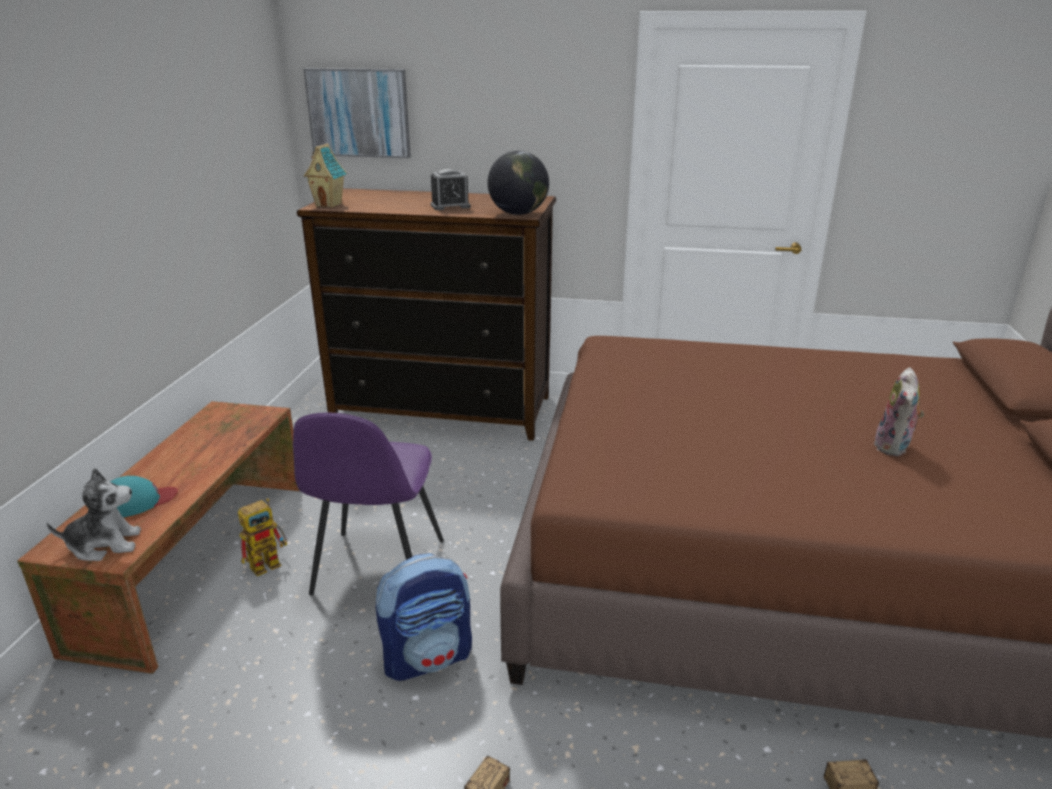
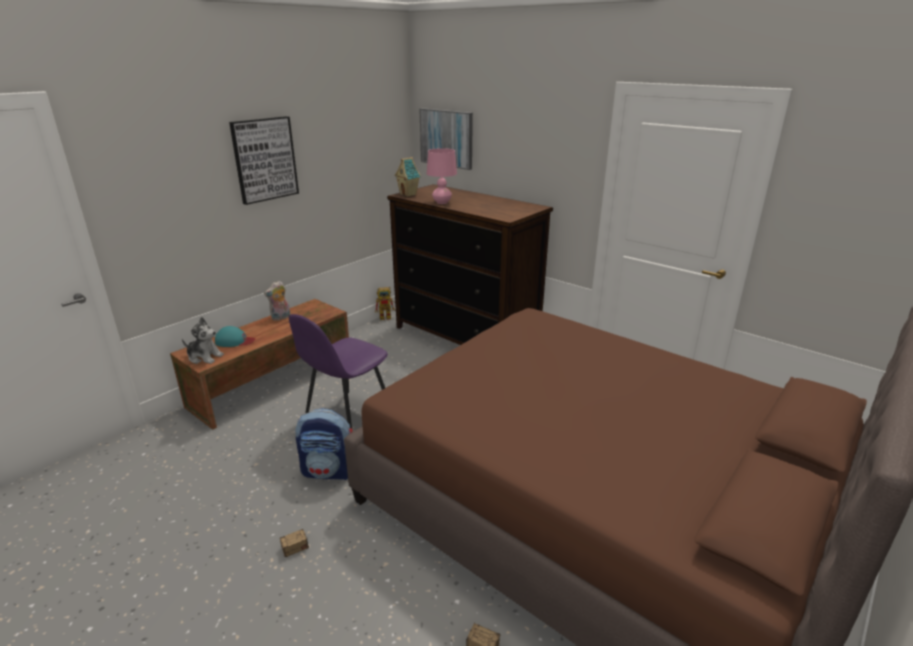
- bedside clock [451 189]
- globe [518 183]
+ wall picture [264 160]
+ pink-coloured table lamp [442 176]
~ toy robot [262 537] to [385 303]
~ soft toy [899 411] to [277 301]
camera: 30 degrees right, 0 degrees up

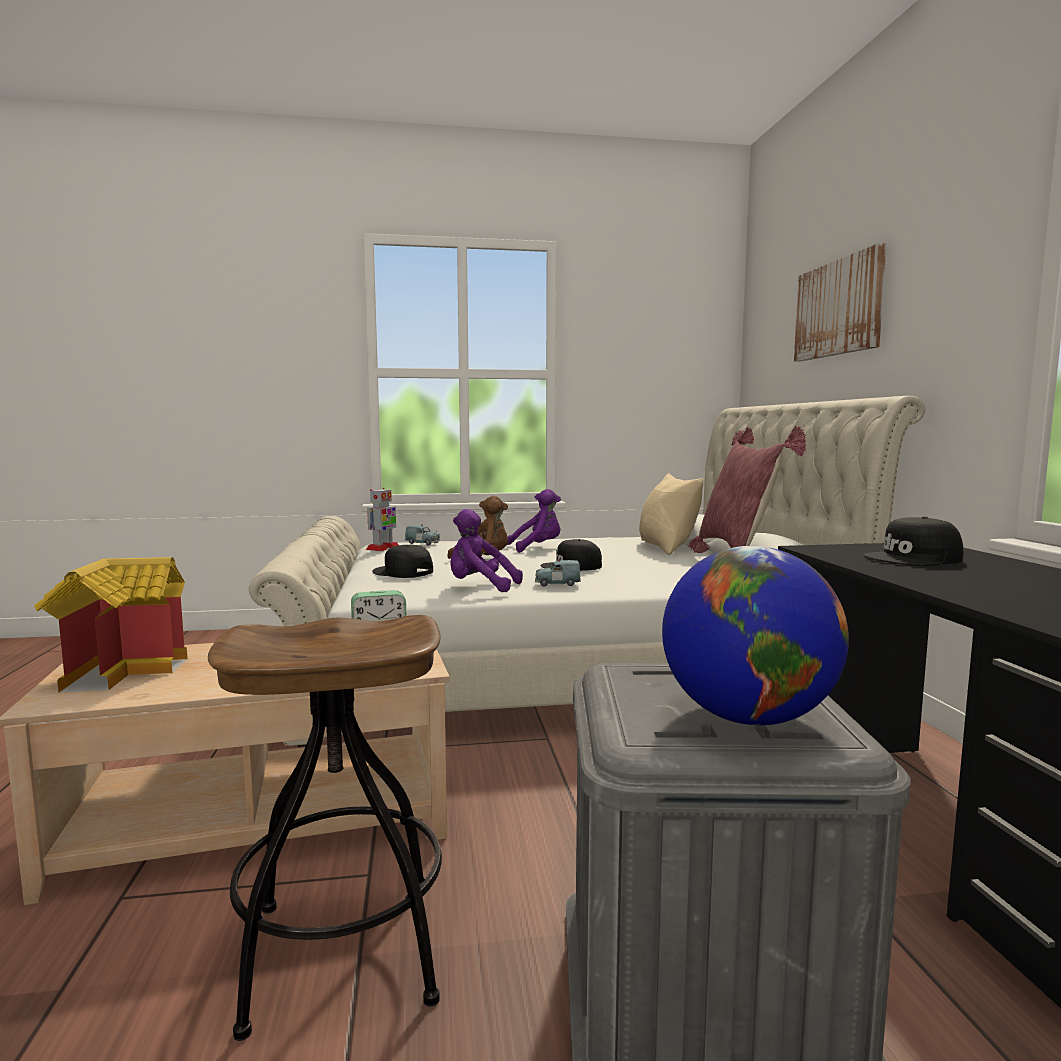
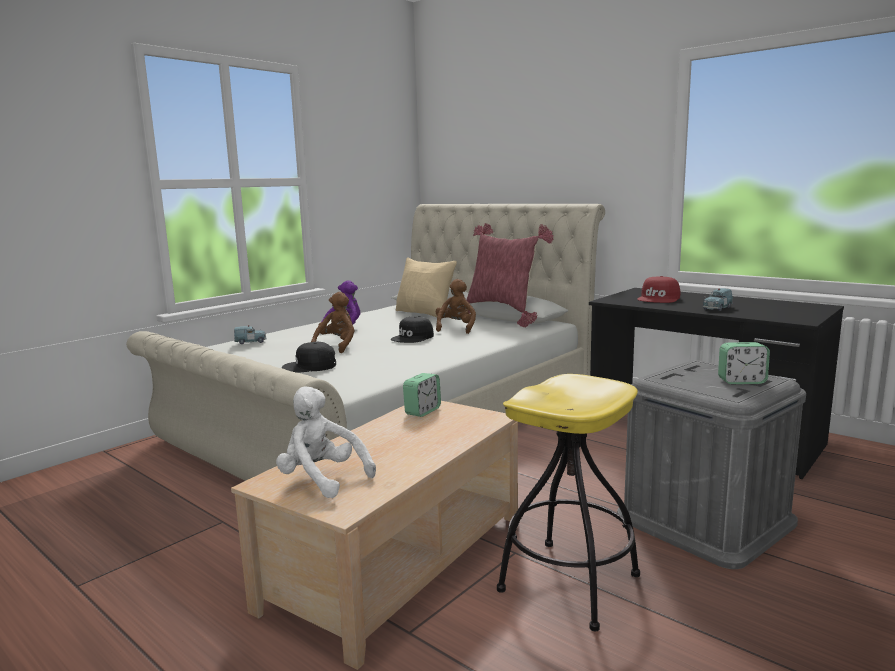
- toy robot [382 519]
- purple-coloured soft toy [486 550]
- wall picture [840 302]
+ brown-coloured soft toy [456 306]
~ blue model car [558 573] to [718 299]
~ model house [111 625] to whitish soft toy [326 442]
~ globe [755 635] to bedside clock [744 363]
~ brown-coloured sitting stool [325 828] to yellow-coloured sitting stool [568 502]
~ black-coloured cap [913 541] to red cap [658 289]
camera: 40 degrees left, 5 degrees up

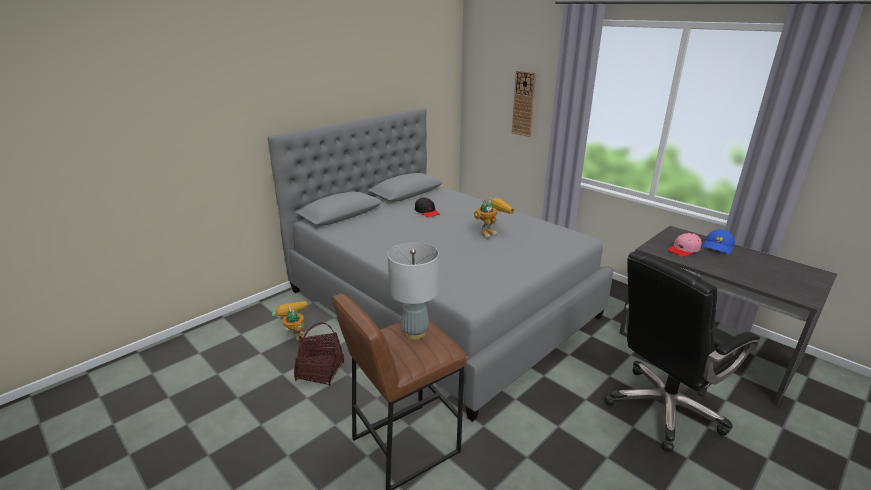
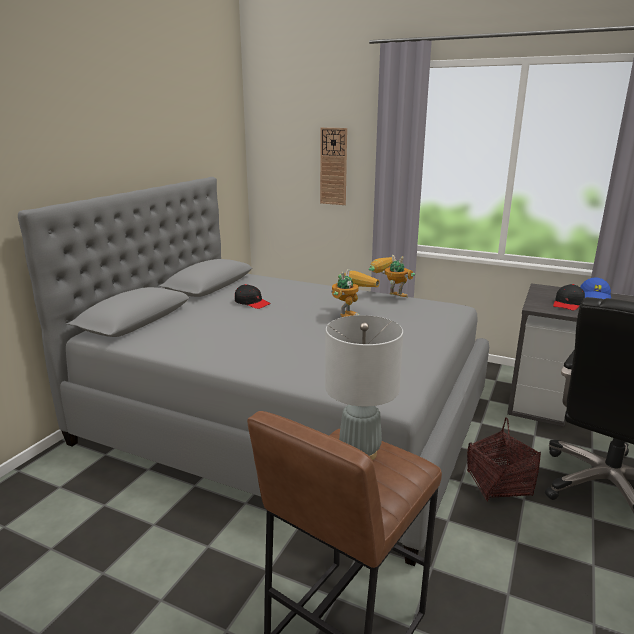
~ toy robot [289 321] to [392 276]
~ storage basket [319 354] to [504 459]
~ pink-coloured cap [685 245] to black-coloured cap [569 297]
camera: 20 degrees left, 5 degrees down

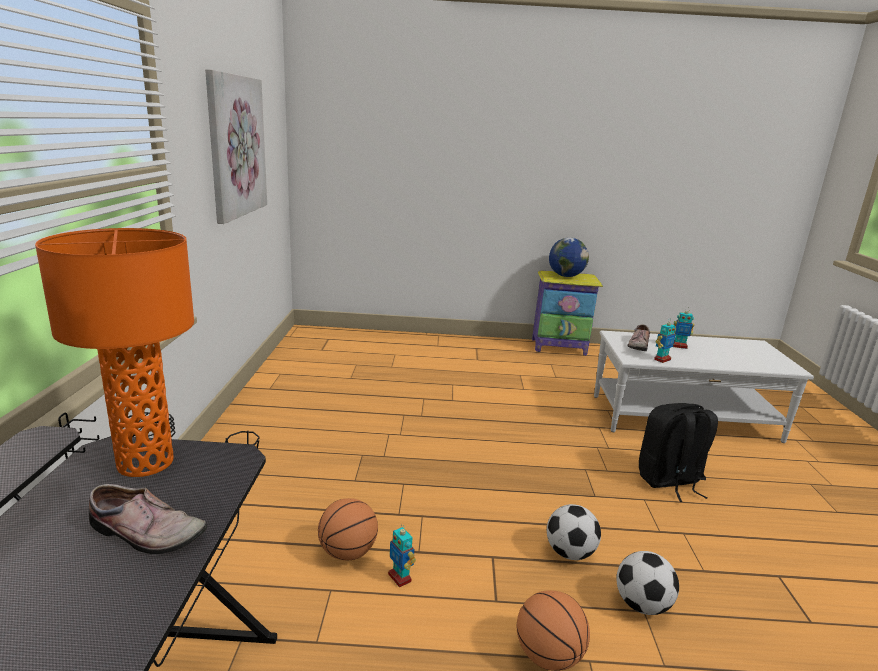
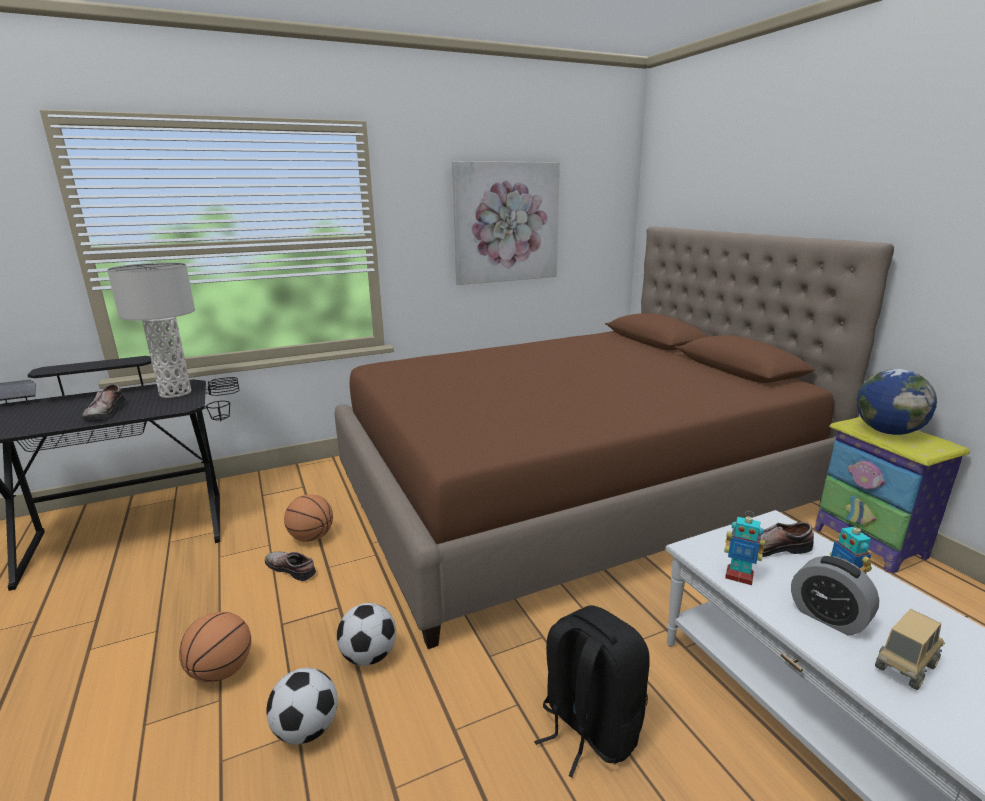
+ brown-coloured bedroom bed [614 437]
+ bedside clock [835 595]
+ toy truck [910 649]
~ toy robot [402 555] to item of footwear [290 566]
~ orangey table lamp [114 352] to whitish table lamp [151 330]
camera: 65 degrees right, 0 degrees up

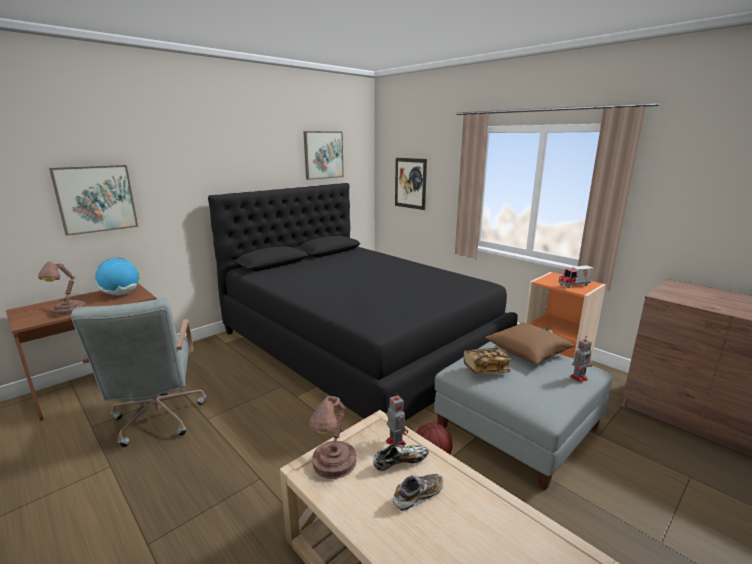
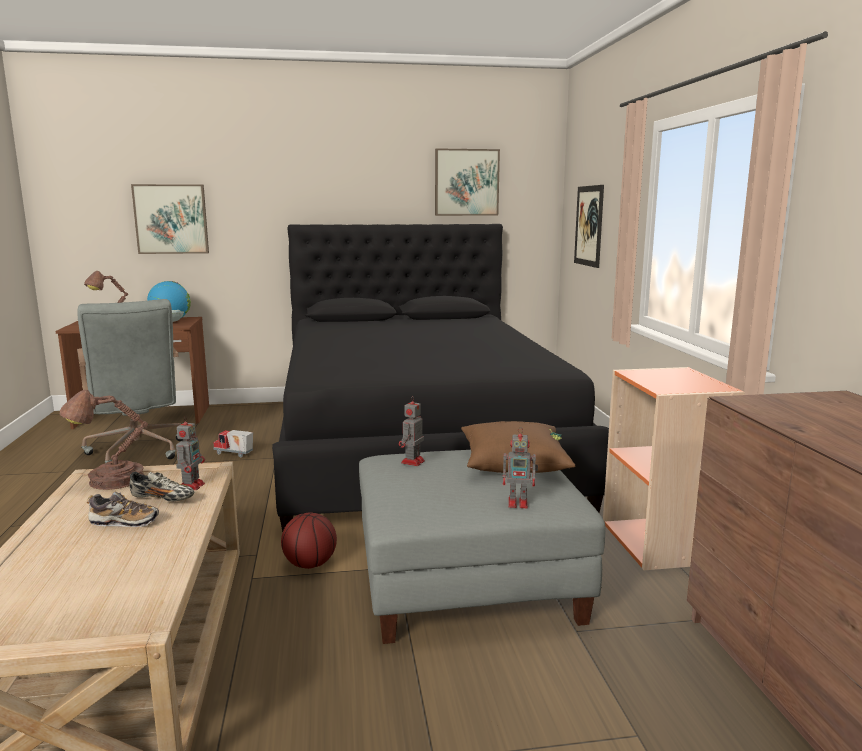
~ toy truck [576 277] to [233 443]
~ volume [488 361] to toy robot [412 431]
~ grey desk chair [138 372] = [130 381] 45 degrees counterclockwise
camera: 35 degrees right, 5 degrees down

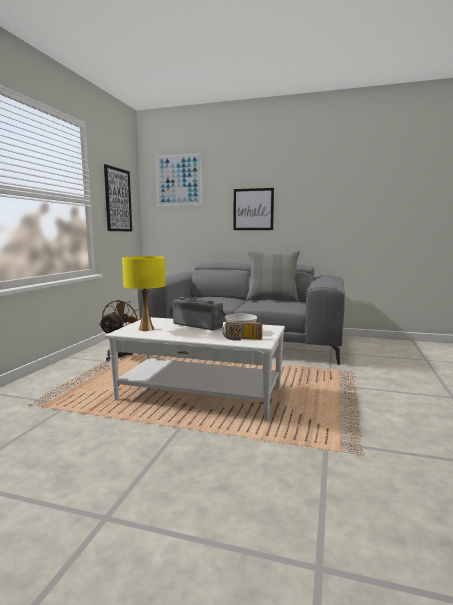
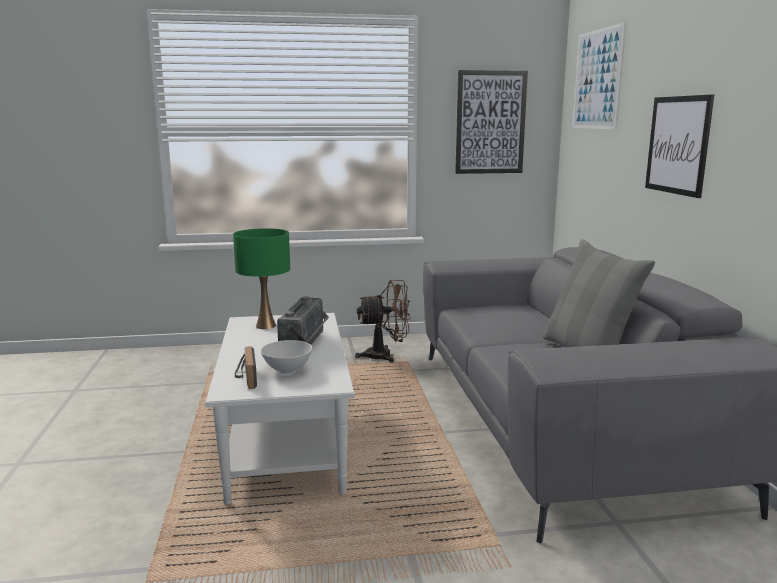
~ yellow-coloured table lamp [143 293] to green table lamp [261 278]
camera: 65 degrees right, 5 degrees up

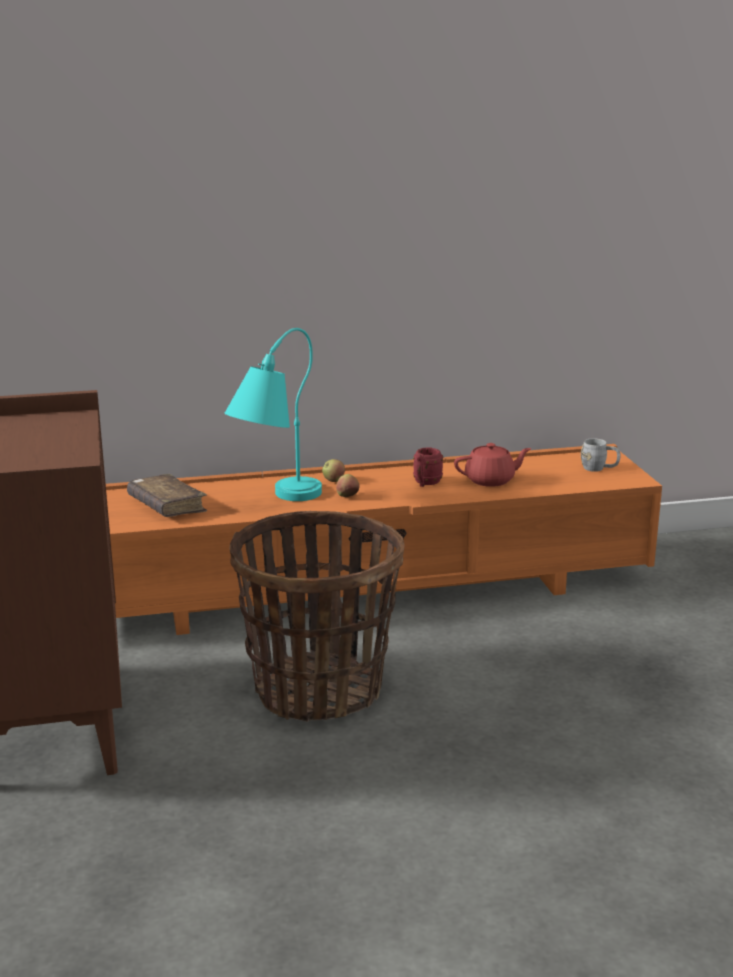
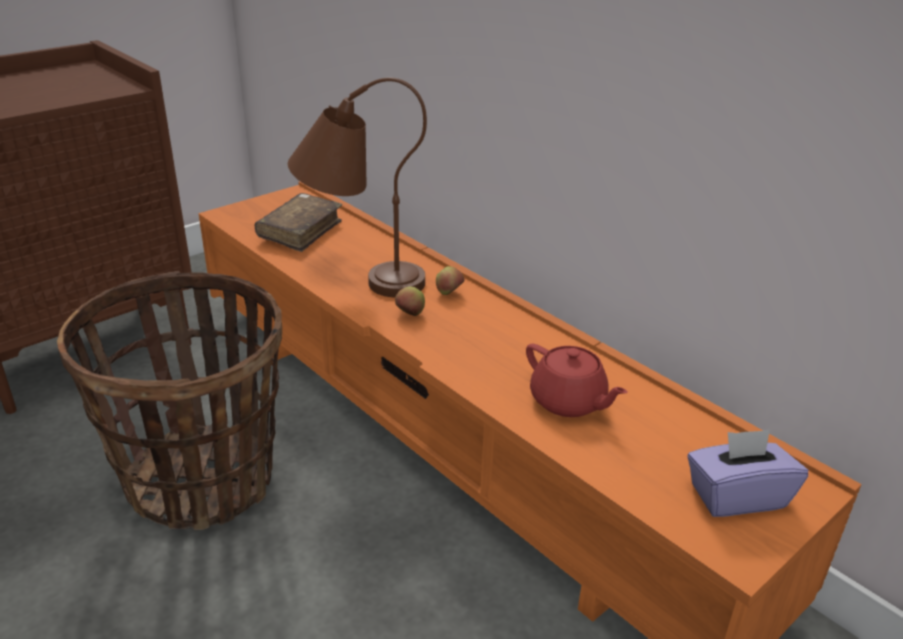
- red mug [428 467]
~ grey mug [601 455] to purple-coloured tissue holder [747 473]
~ blue-green table lamp [273 414] to brown-coloured table lamp [357 187]
camera: 60 degrees right, 10 degrees up

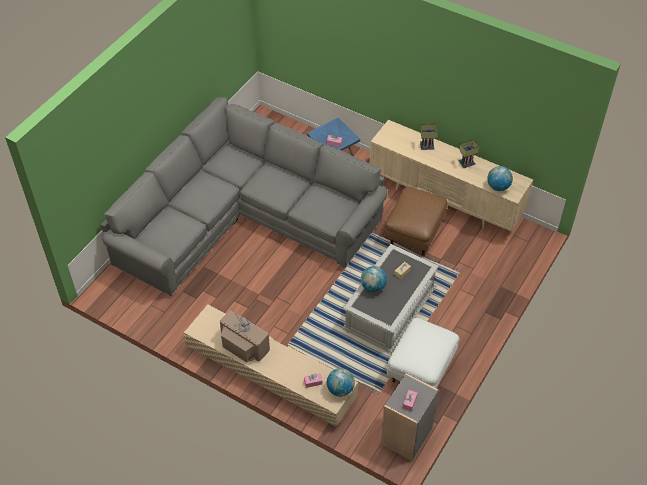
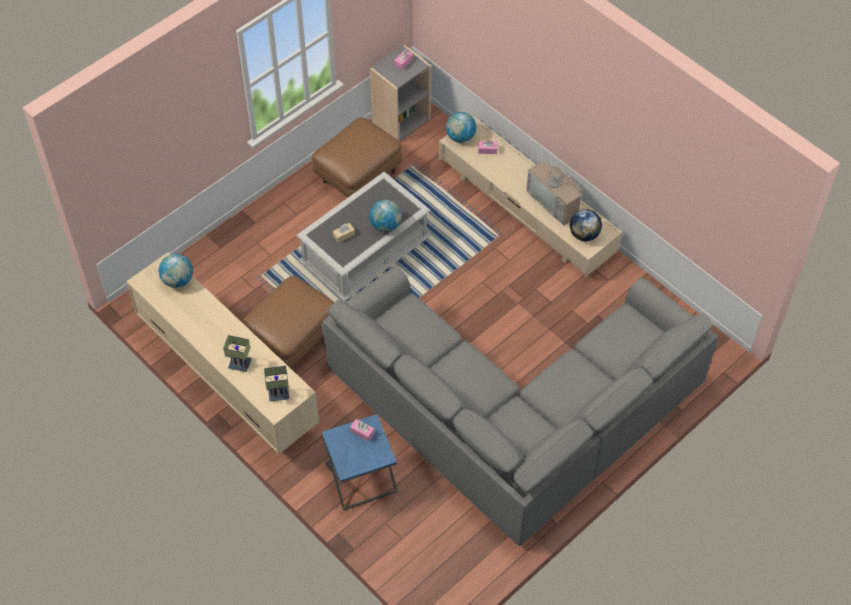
+ globe [586 225]
~ table lamp [468 153] to [276 383]
~ whitish ottoman [423 353] to brown-coloured ottoman [357 158]
camera: 165 degrees left, 5 degrees up

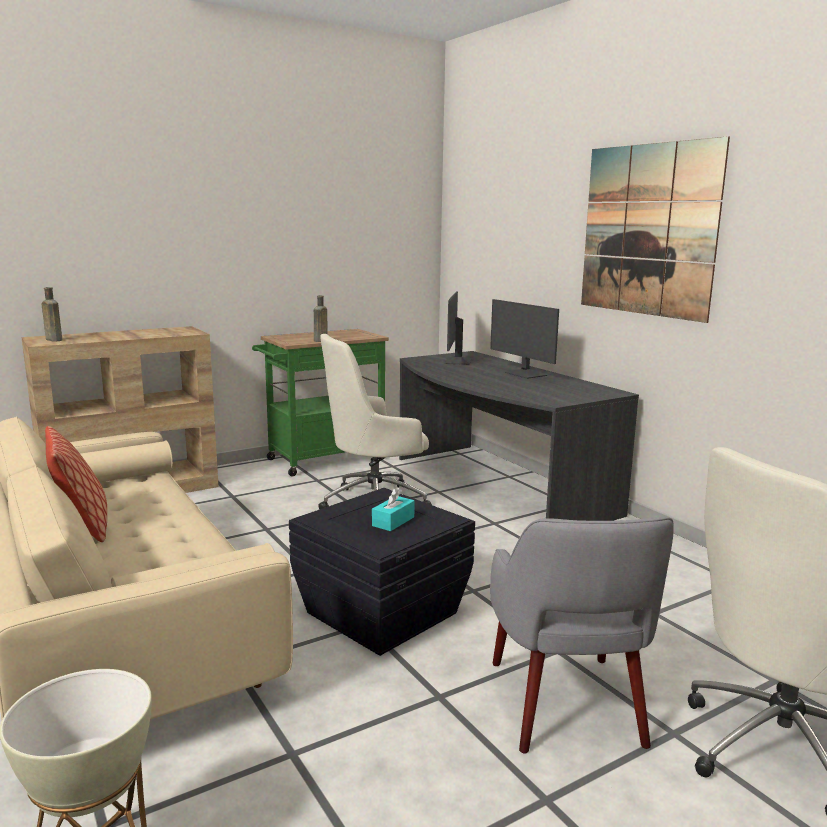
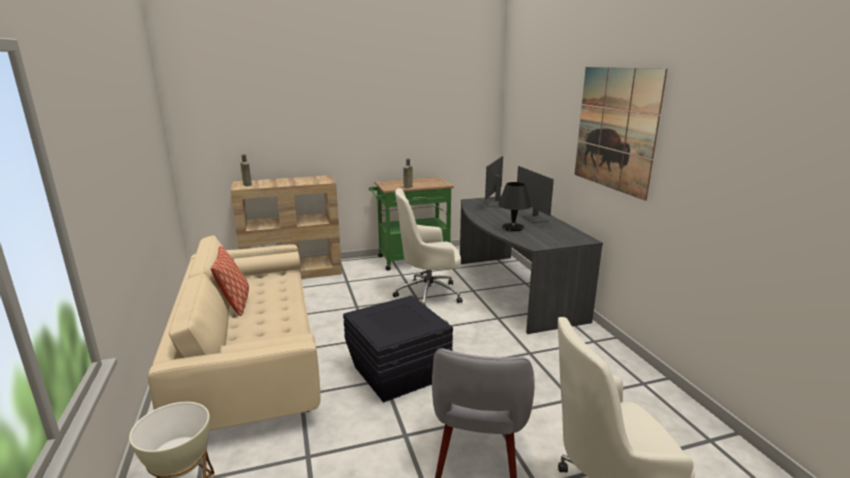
- blue-green tissue holder [393 509]
+ black-coloured table lamp [514 206]
camera: 15 degrees right, 5 degrees up

